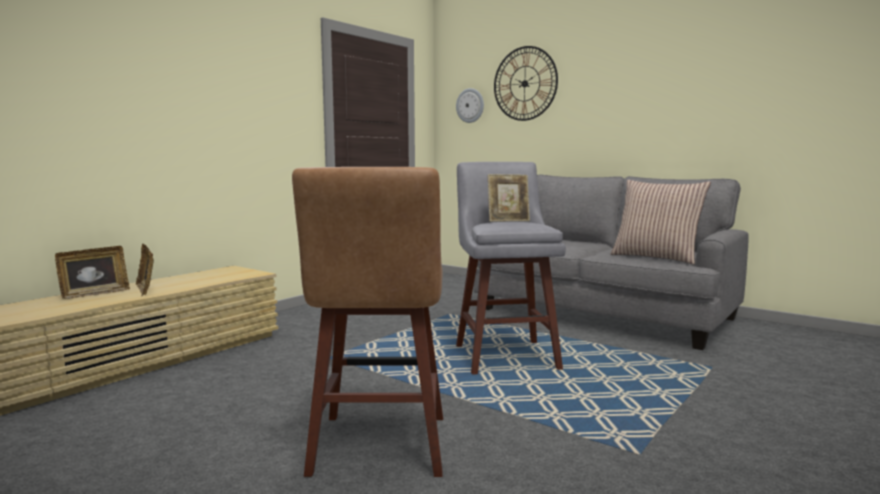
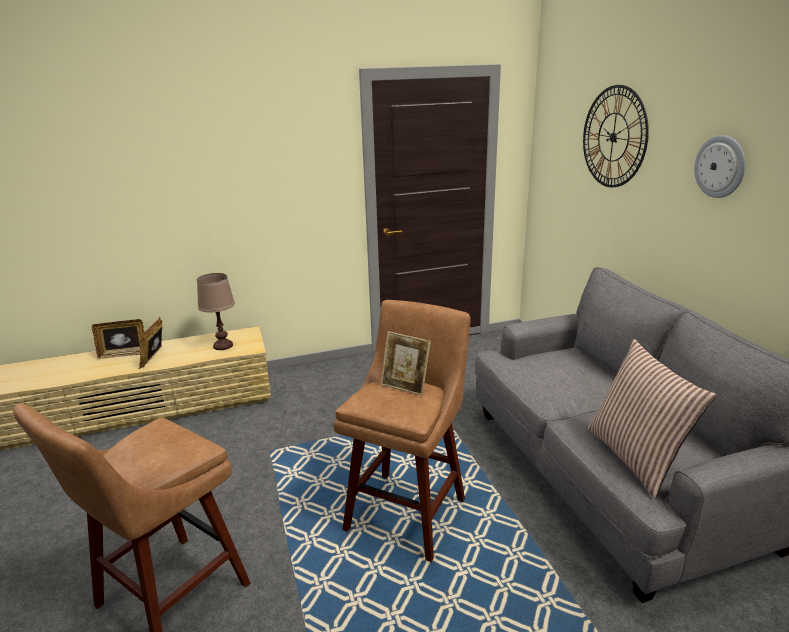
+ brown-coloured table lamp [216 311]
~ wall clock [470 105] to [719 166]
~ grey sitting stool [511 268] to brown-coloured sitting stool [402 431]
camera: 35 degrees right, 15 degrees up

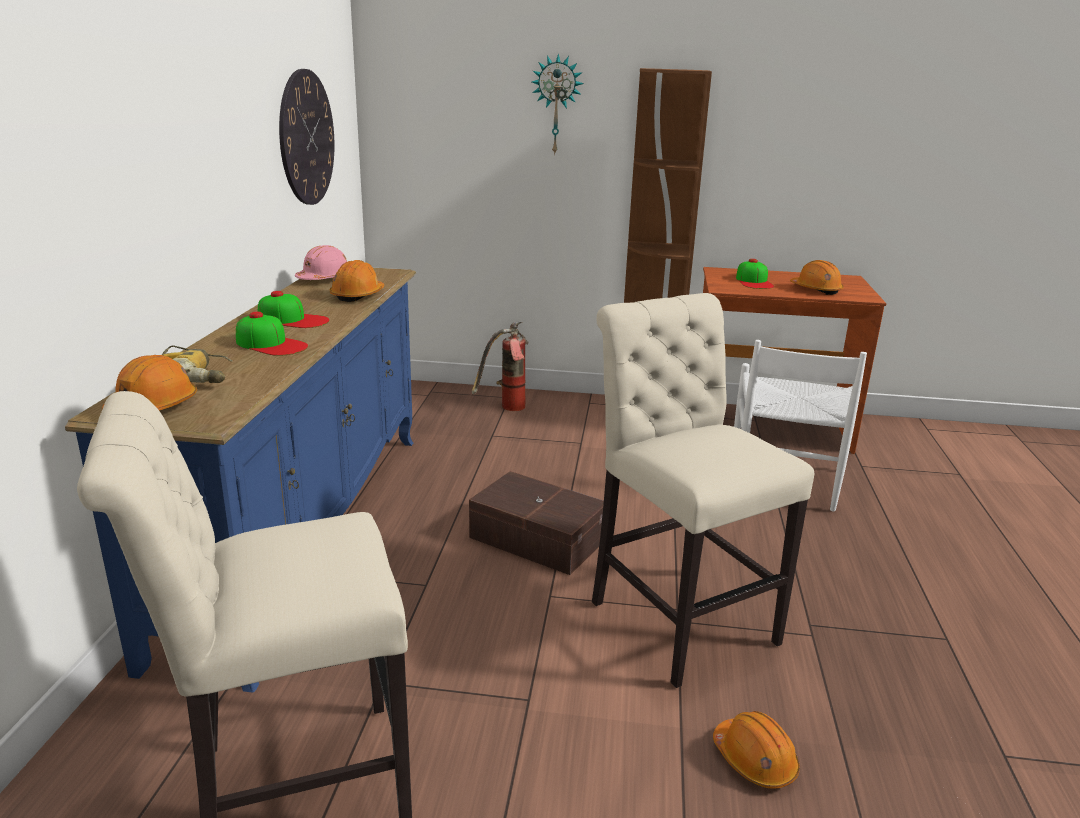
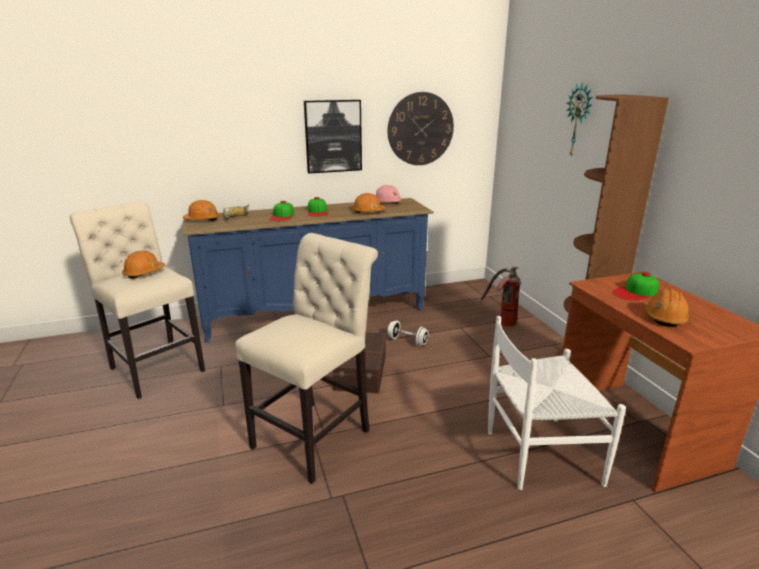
+ wall picture [333 137]
+ whitish free weight [407 333]
~ orangey safety helmet [756 749] to [143 265]
camera: 65 degrees right, 0 degrees up

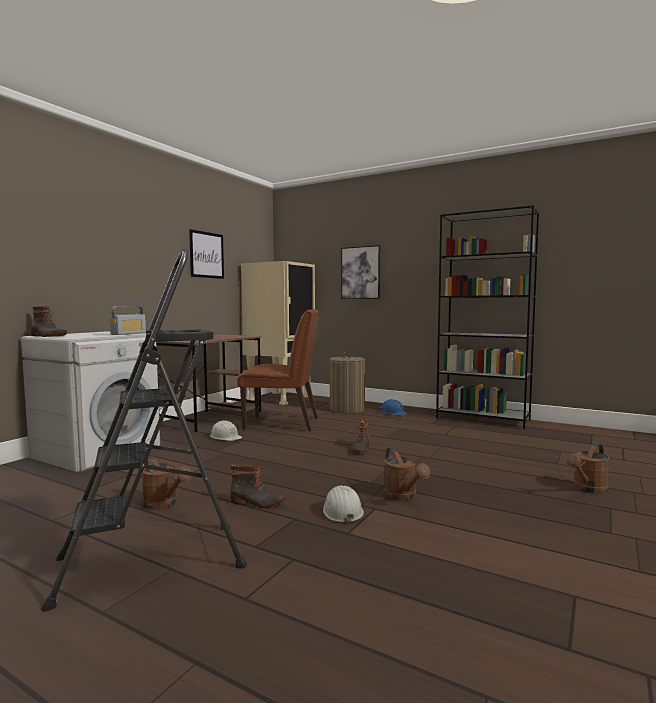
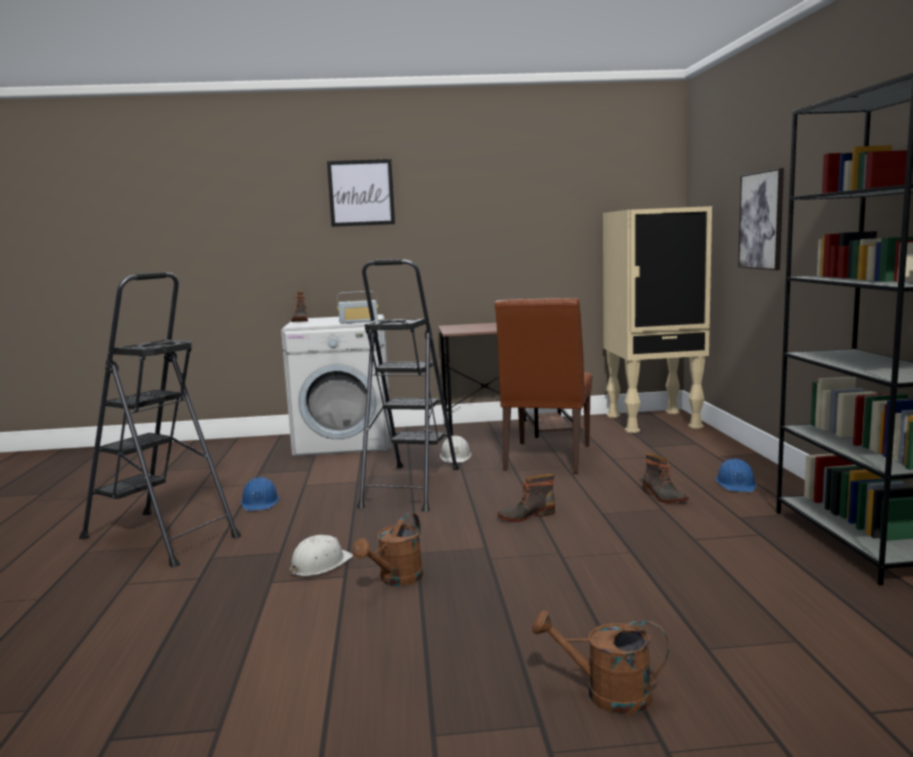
- washing basket [347 382]
+ step ladder [408 385]
~ wall picture [206 254] to [361 193]
~ tall boot [258 486] to [666 478]
~ brown-coloured watering pot [167 482] to blue safety helmet [260 494]
~ brown-coloured plain chair [278 370] = [544 386] 45 degrees clockwise
camera: 55 degrees right, 5 degrees up

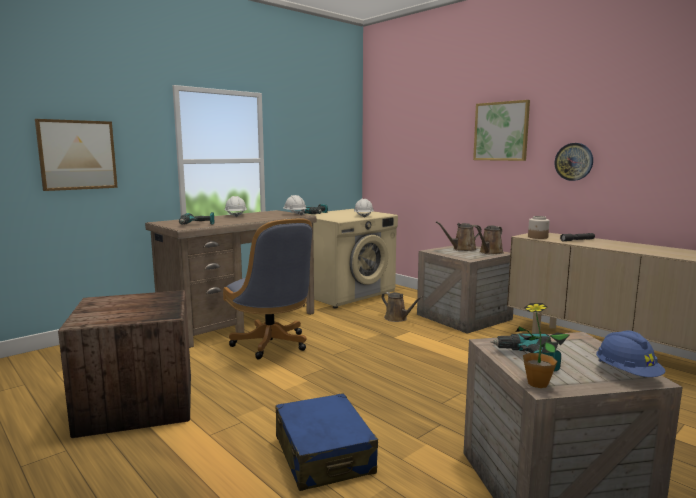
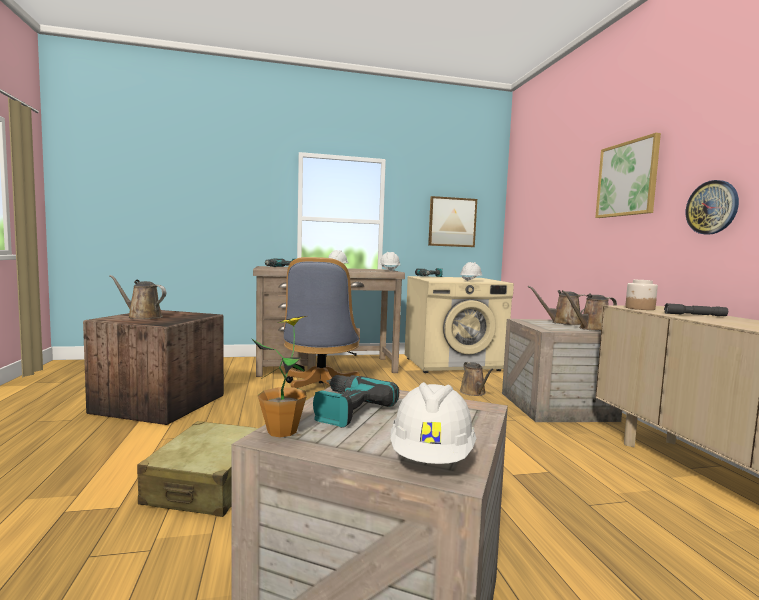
+ brown-coloured watering pot [138 297]
~ wall picture [76 155] to [452 221]
~ blue suitcase [327 442] to beige suitcase [197 469]
~ blue safety helmet [631 353] to whitish safety helmet [433 423]
camera: 30 degrees right, 5 degrees down

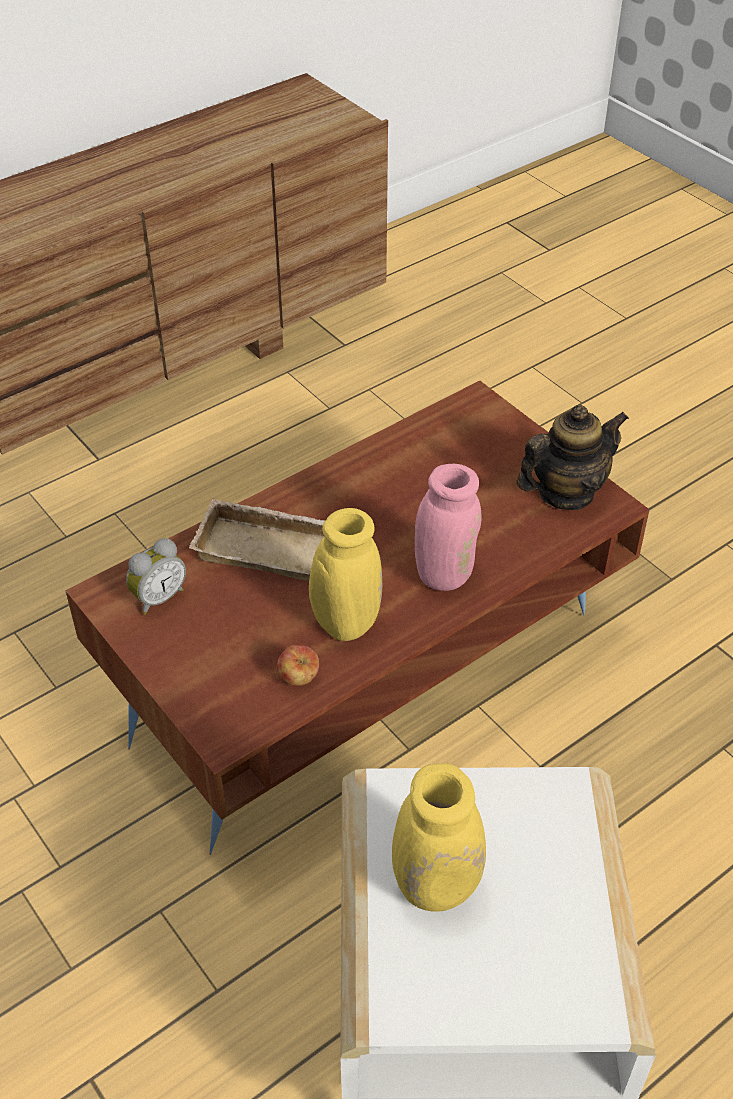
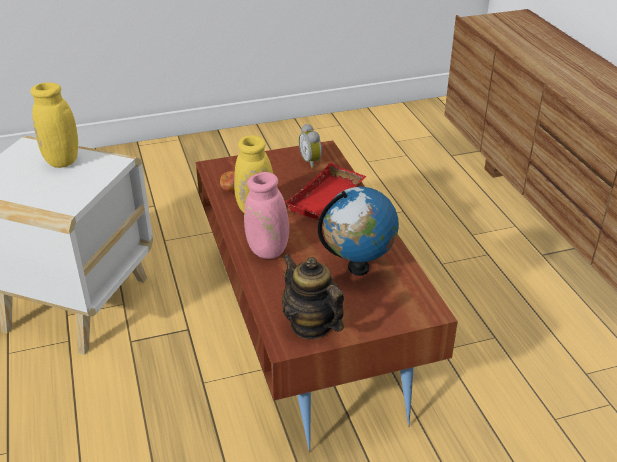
+ globe [358 231]
~ beige carrying tray [257 540] to red carrying tray [325 191]
~ tea pot [572 457] = [313 296] 150 degrees clockwise
camera: 110 degrees right, 10 degrees down

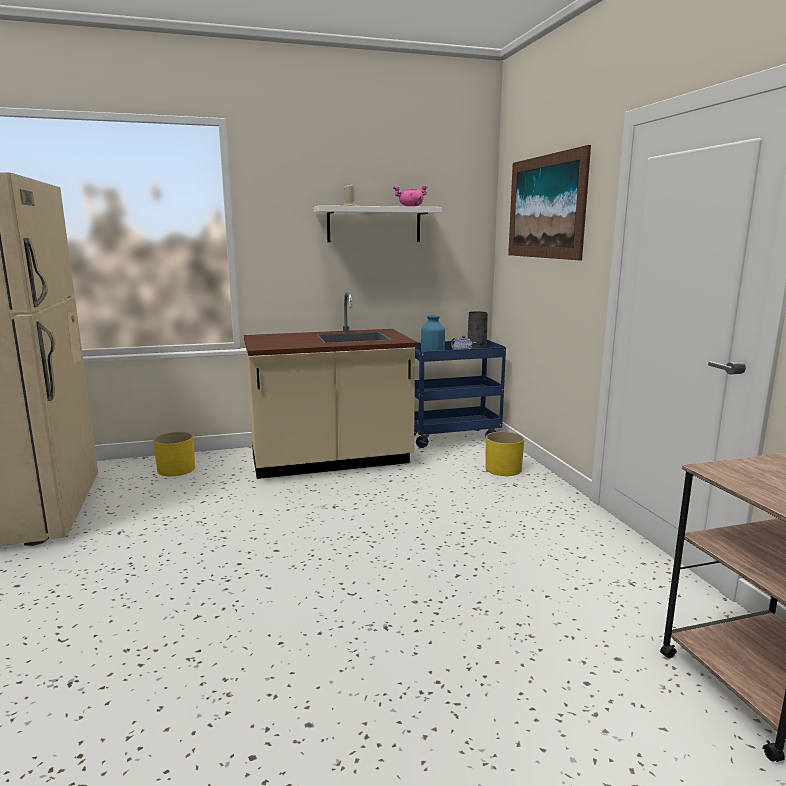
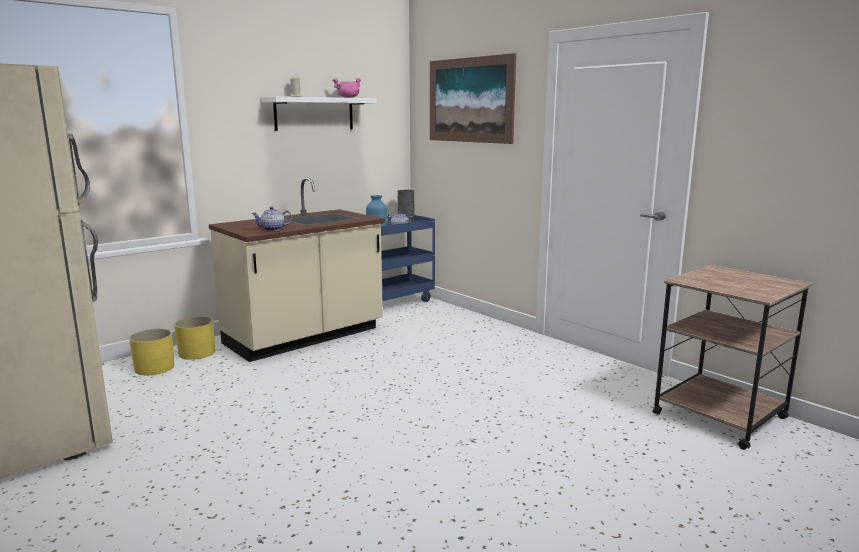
+ tea pot [271 219]
~ yellow-coloured plant pot [504 454] to [194 338]
camera: 25 degrees left, 0 degrees up

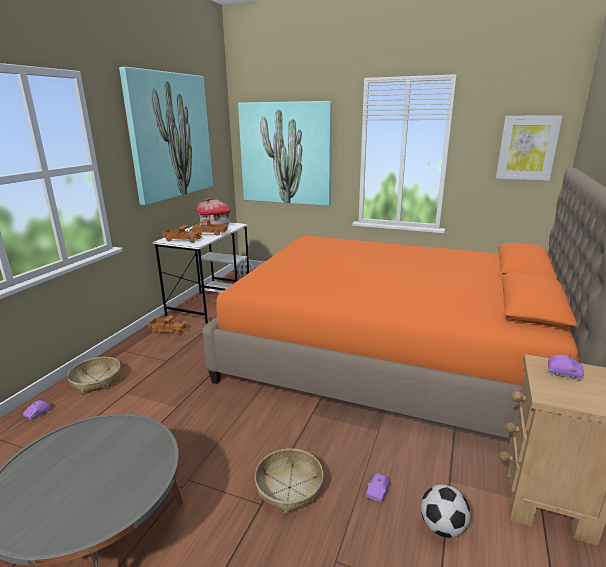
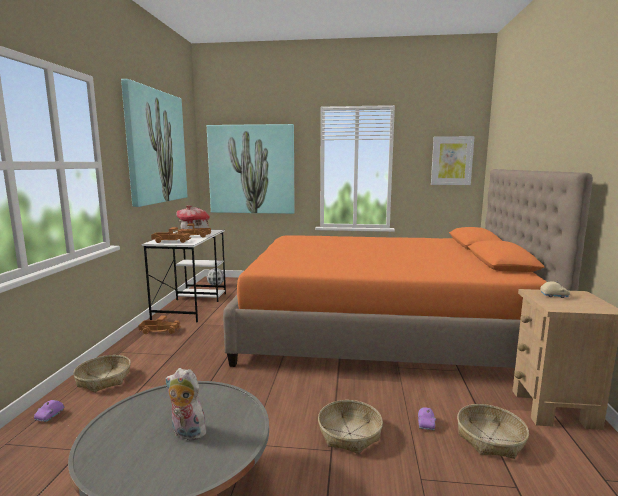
+ soft toy [188 404]
~ football [445 511] to storage basket [493 431]
~ purple-coloured model car [566 367] to beige model car [555 289]
camera: 15 degrees left, 10 degrees down

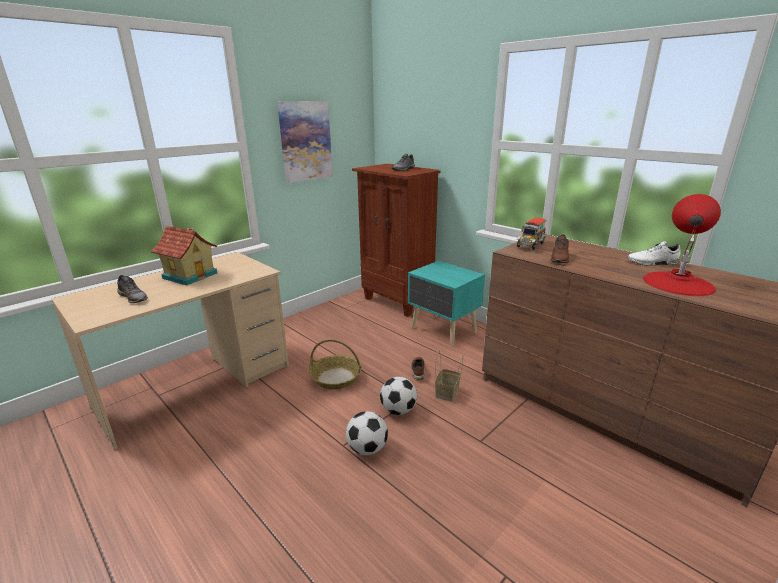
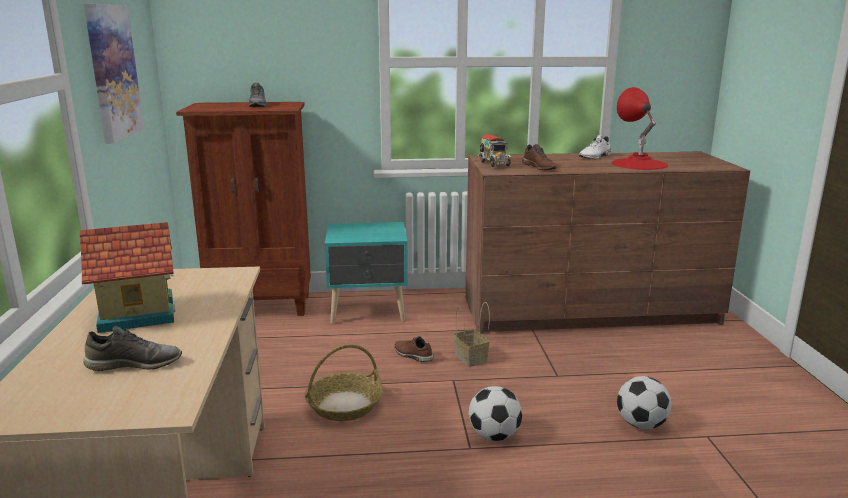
~ football [398 396] to [644 402]
camera: 50 degrees left, 5 degrees down

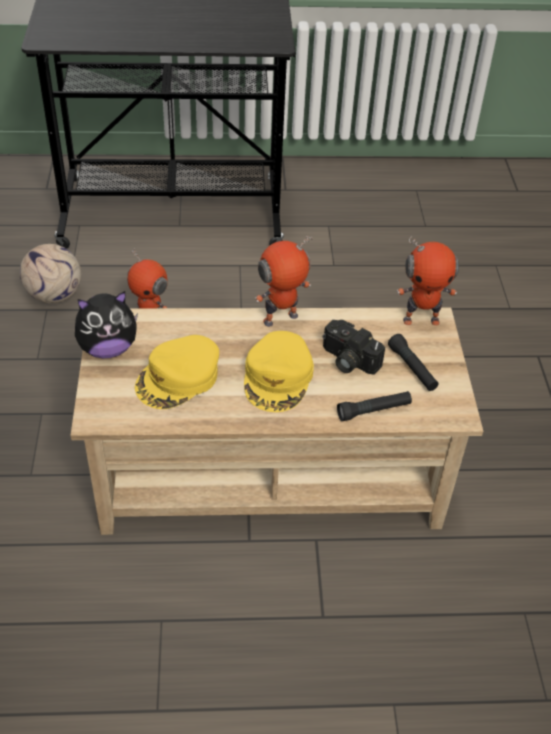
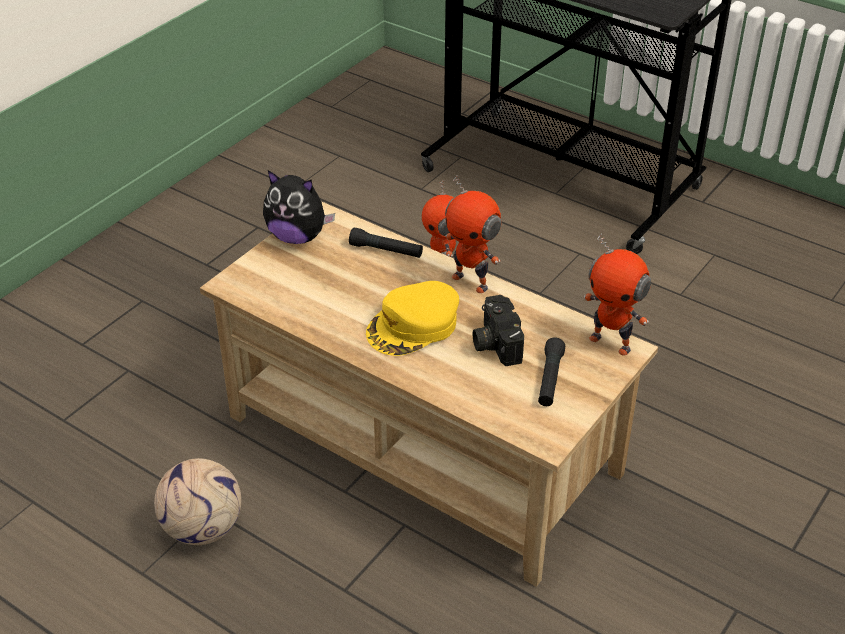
- yellow-coloured cap [177 372]
~ football [50 274] to [197 501]
~ black-coloured hand torch [374 406] to [386 242]
~ toy robot [284 281] = [473 234] 150 degrees counterclockwise
camera: 40 degrees right, 5 degrees down

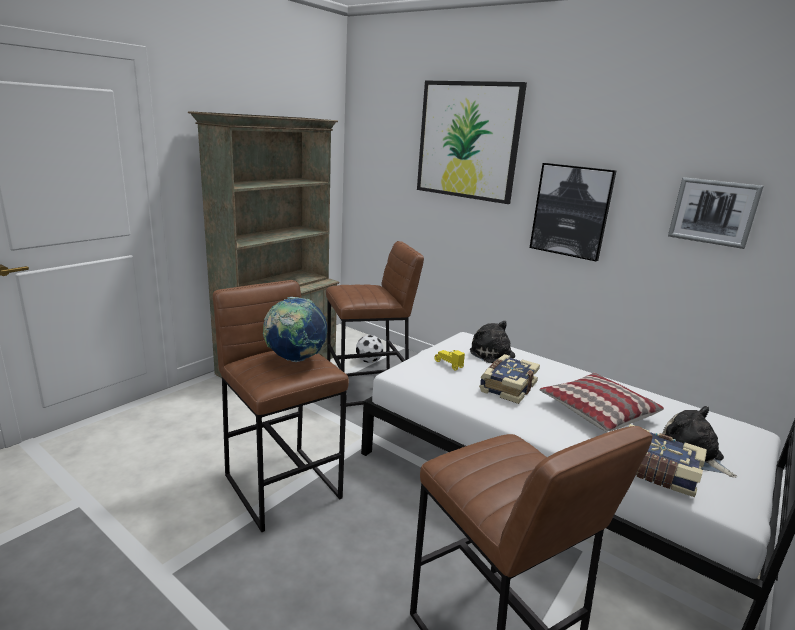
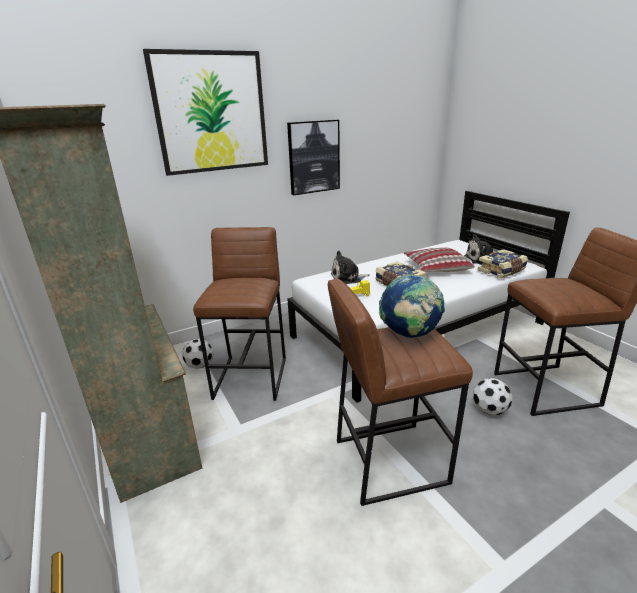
- wall picture [716 213]
+ football [492 396]
camera: 65 degrees left, 5 degrees up

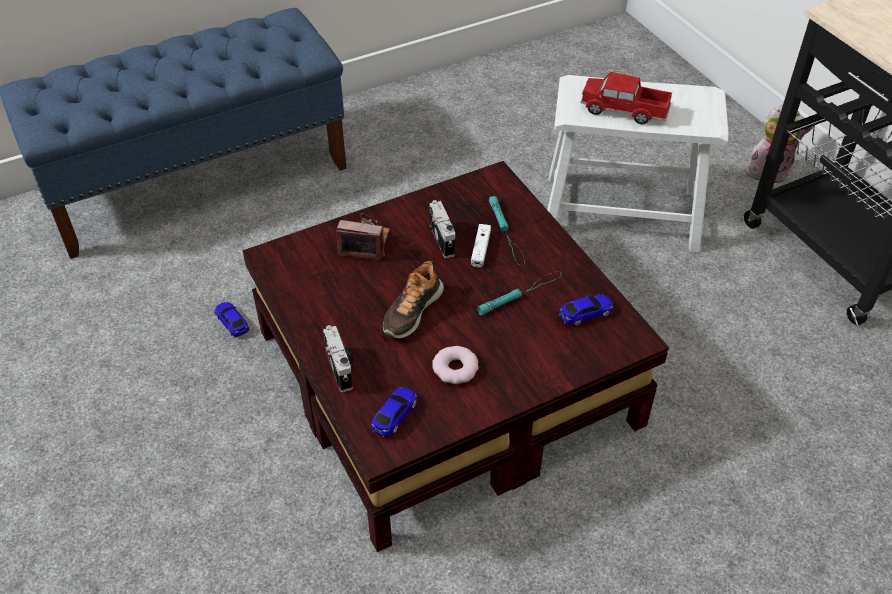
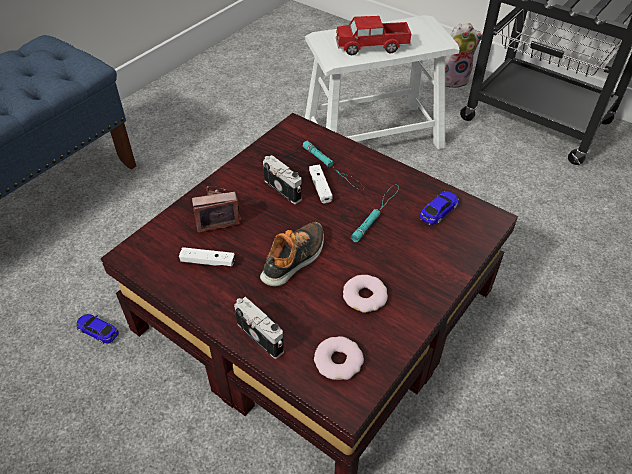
+ whitish game controller [207 256]
~ model car [394 412] to doughnut [339 358]
~ item of footwear [413 300] = [292 254] 150 degrees counterclockwise
camera: 25 degrees left, 0 degrees up

